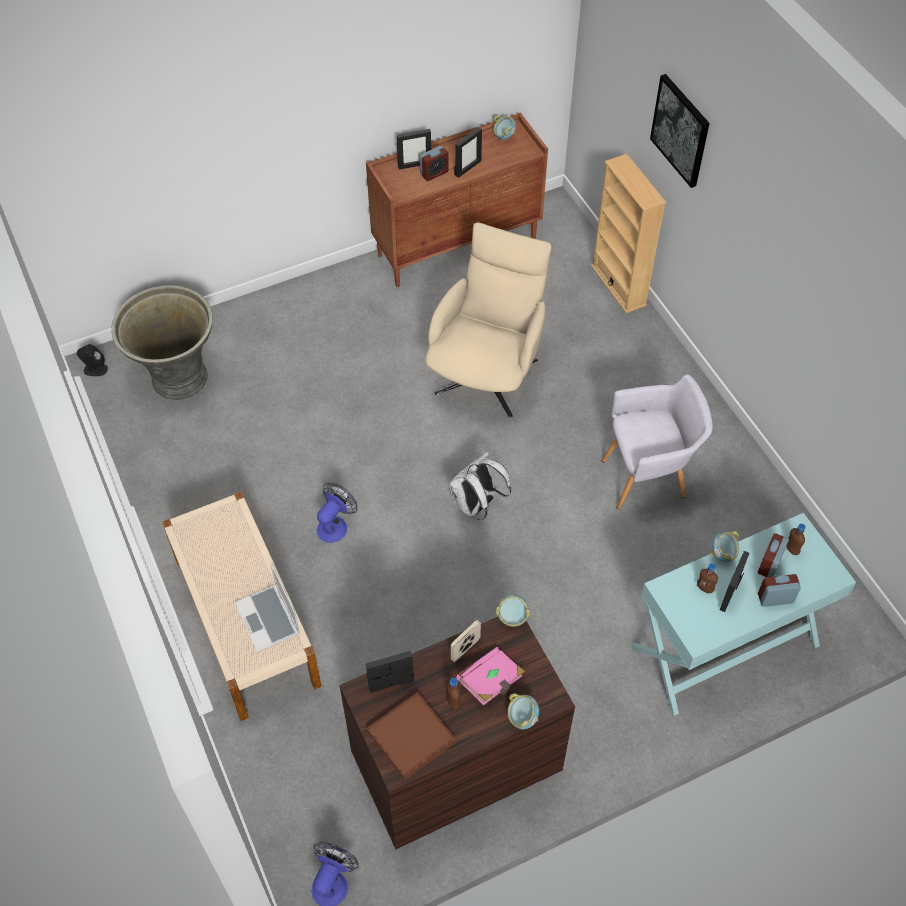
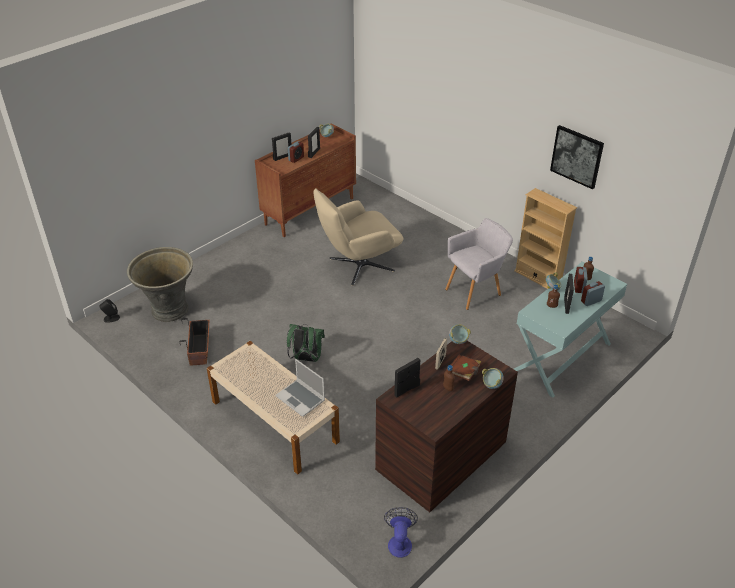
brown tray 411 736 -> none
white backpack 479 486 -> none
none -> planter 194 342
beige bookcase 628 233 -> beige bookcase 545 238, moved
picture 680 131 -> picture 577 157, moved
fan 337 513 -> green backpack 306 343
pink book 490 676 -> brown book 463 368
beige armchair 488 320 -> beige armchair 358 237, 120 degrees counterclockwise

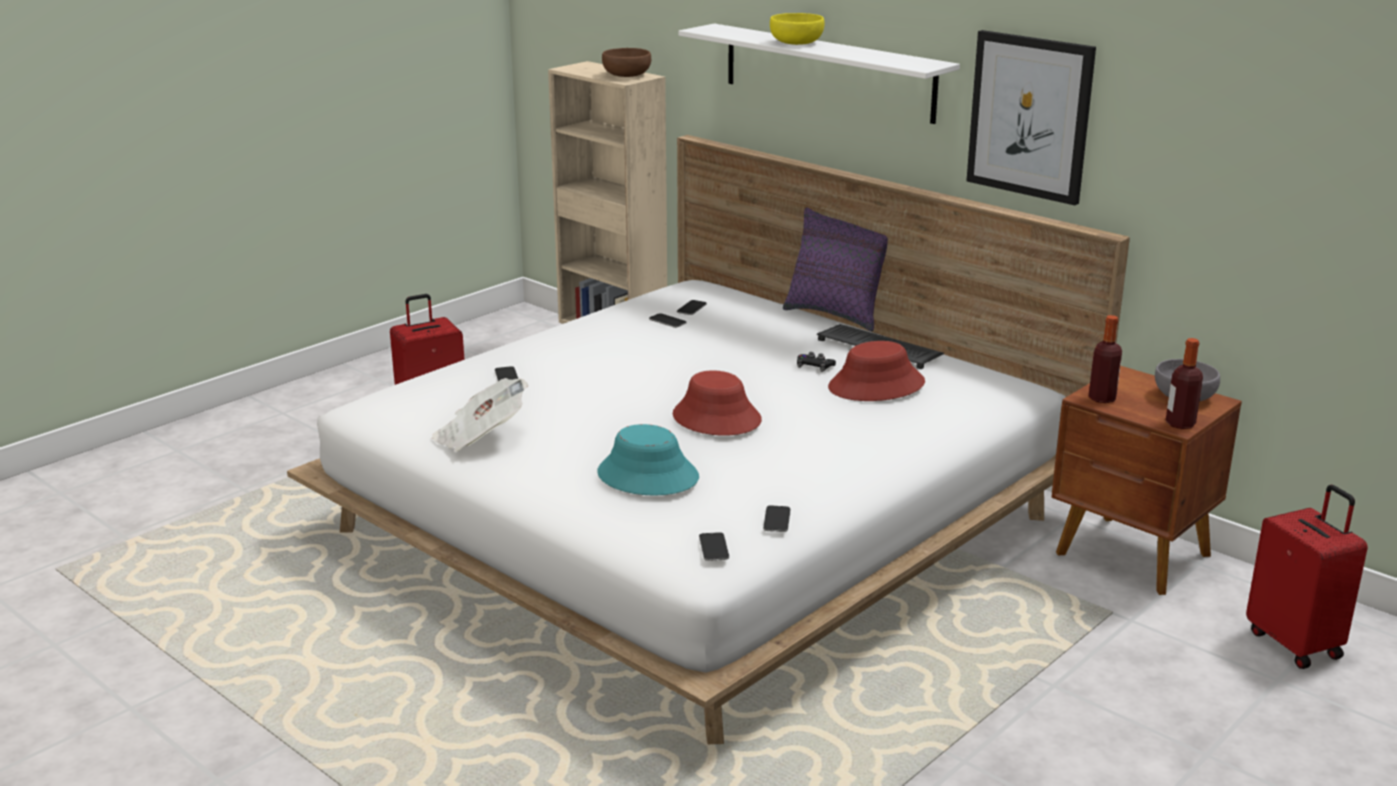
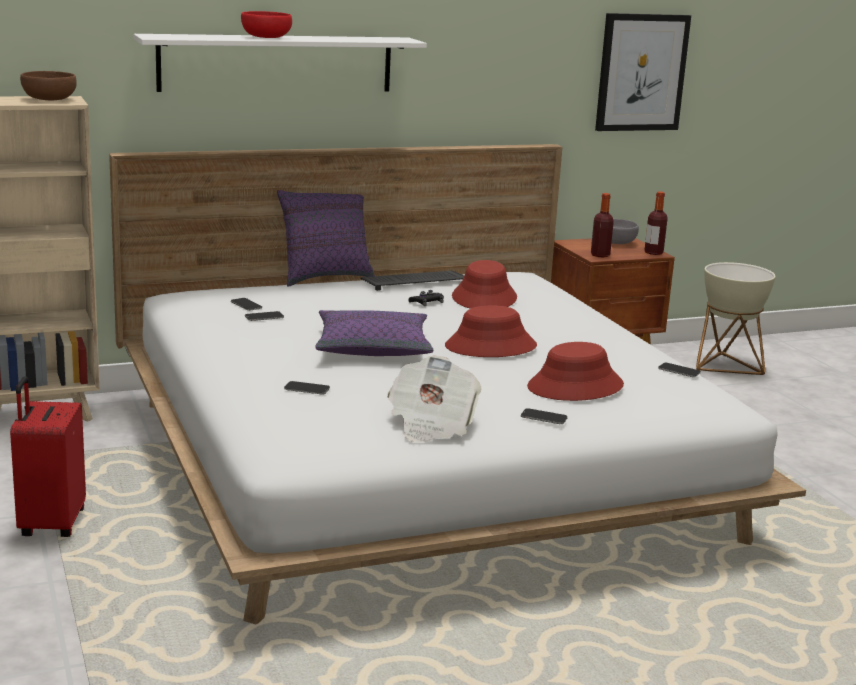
none -> purple pillow 374 333
phone 714 546 -> phone 544 416, moved
picture 1031 117 -> picture 643 72, moved
red suitcase 1307 577 -> planter 736 318
turquoise hat 648 460 -> red hat 575 371
yellow bowl 797 29 -> red bowl 266 24

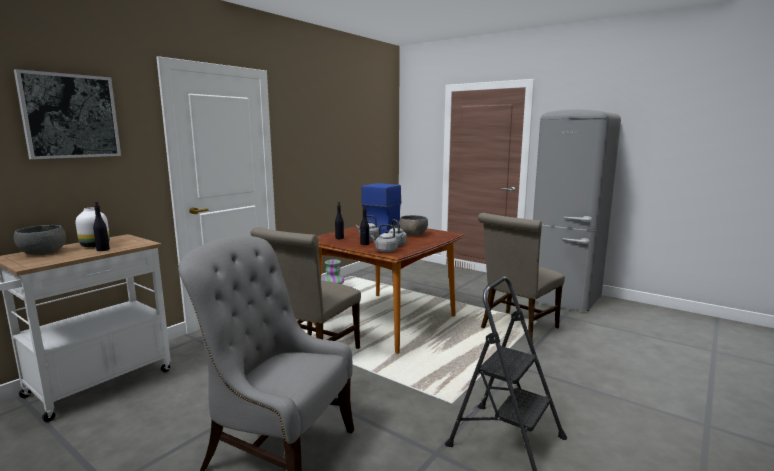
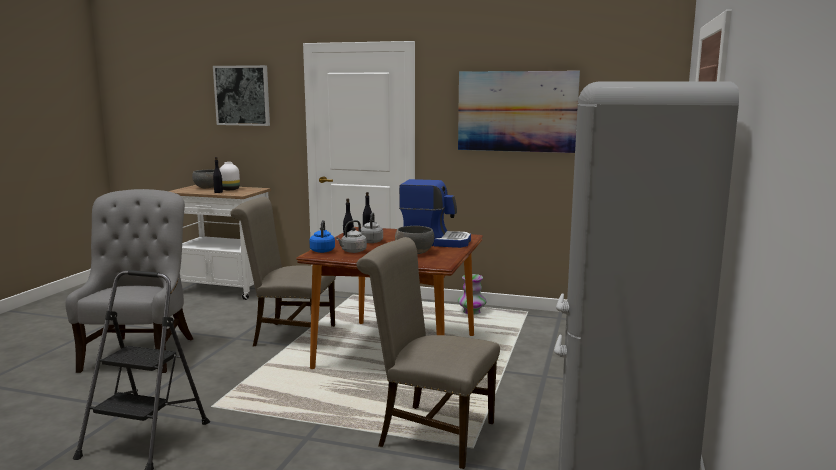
none -> picture 519 112
grey kettle 384 238 -> blue kettle 322 236

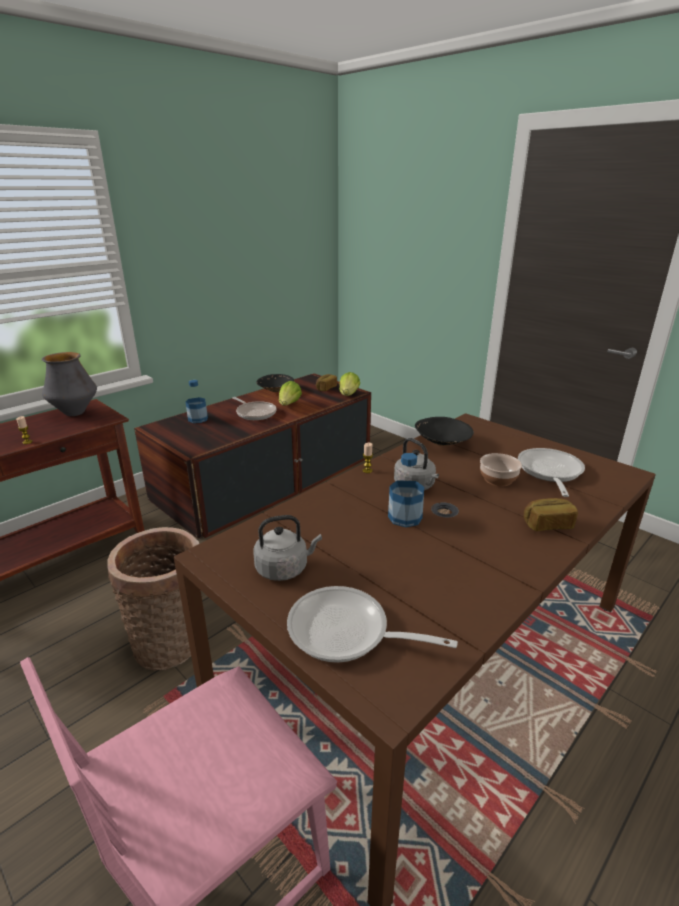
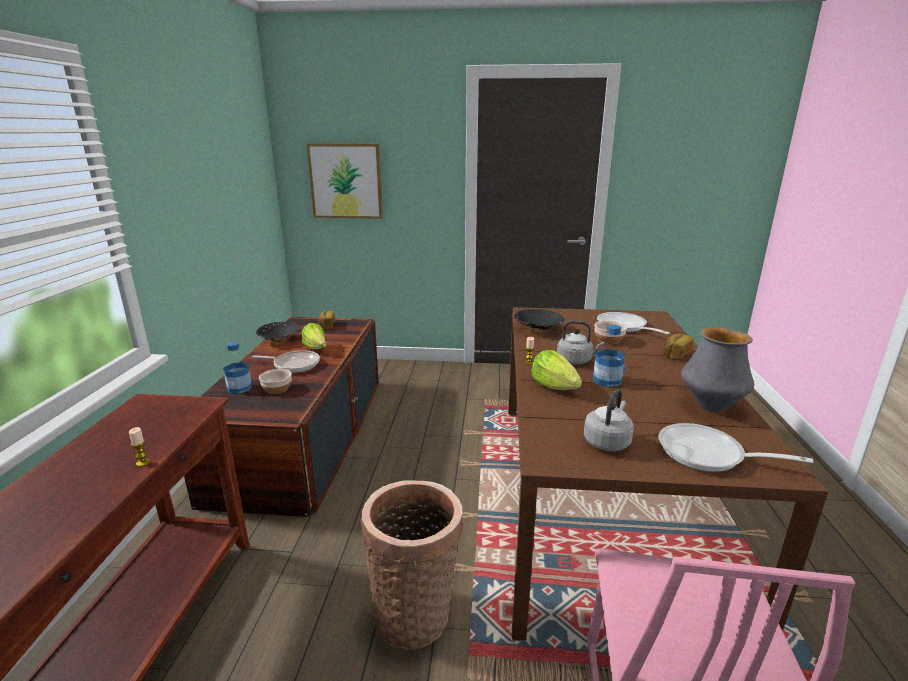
none -> bowl 275 381
none -> picture 345 181
vase 69 384 -> vase 717 370, moved
lettuce 349 384 -> lettuce 556 370, moved
frying pan 372 624 -> frying pan 736 447, 45 degrees clockwise

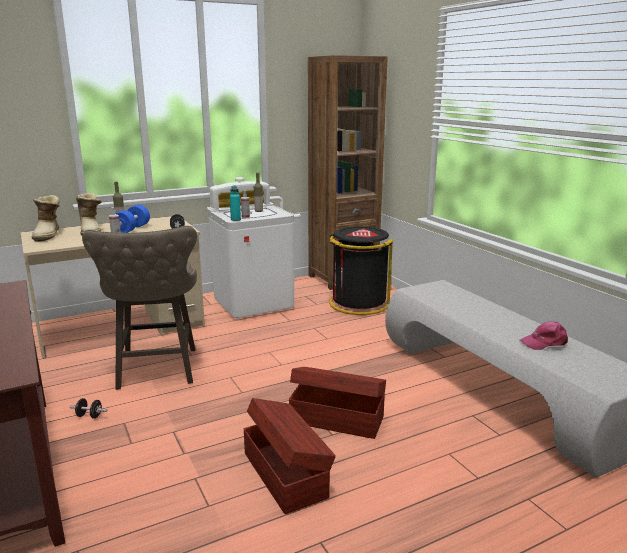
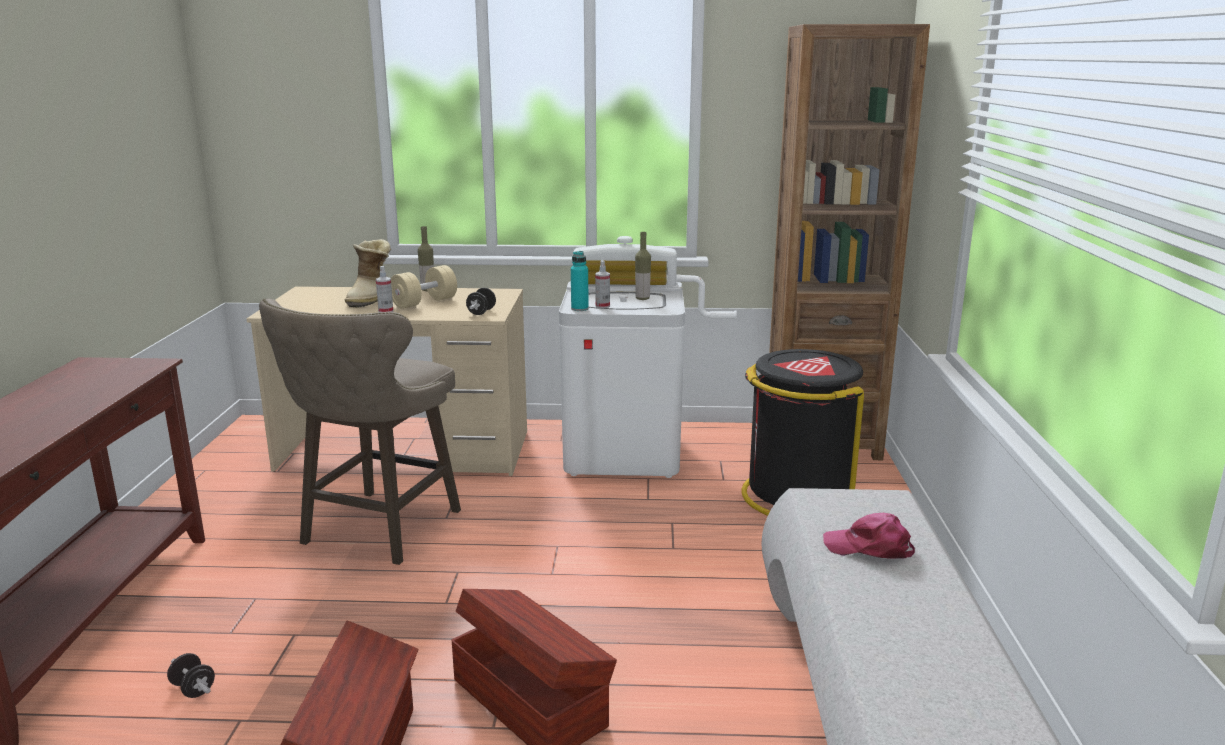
boot 45 218 -> none
black dumbbell 88 408 -> black dumbbell 191 675, moved
pink cap 544 335 -> pink cap 869 535, moved
blue dumbbell 133 219 -> beige dumbbell 424 287

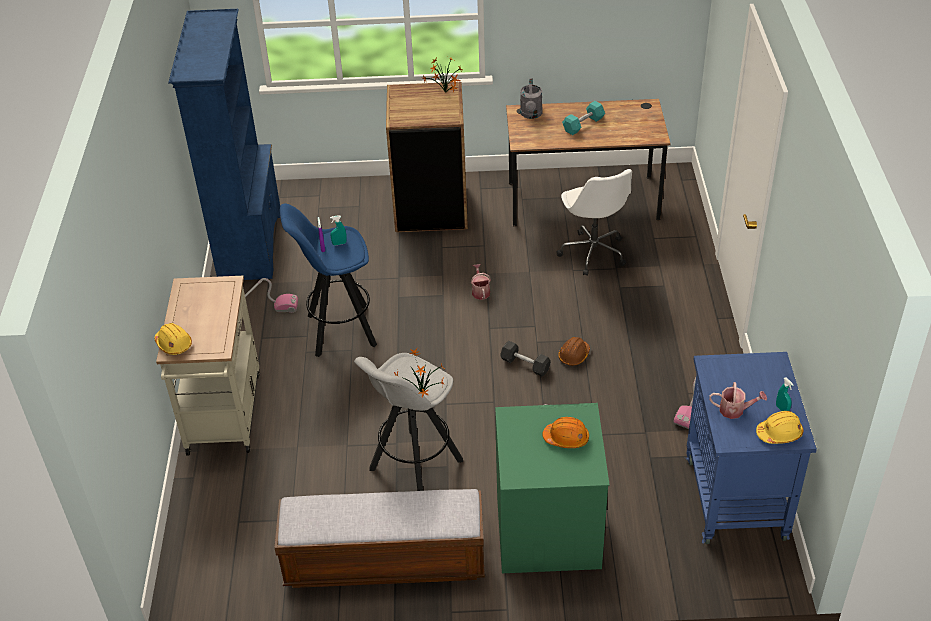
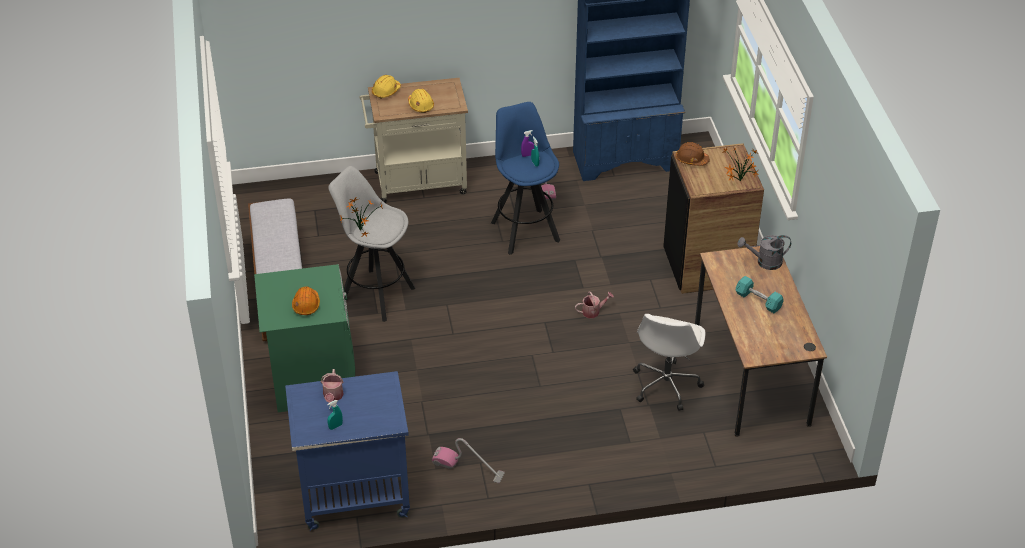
grey dumbbell 526 359 -> none
brown hard hat 574 351 -> brown hard hat 693 154, moved
yellow hard hat 779 427 -> yellow hard hat 421 101, moved
white office chair 594 222 -> white office chair 669 362, 45 degrees counterclockwise

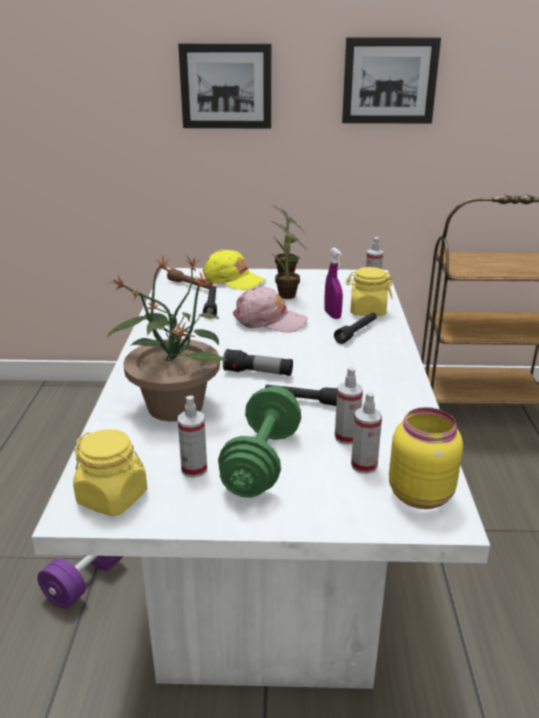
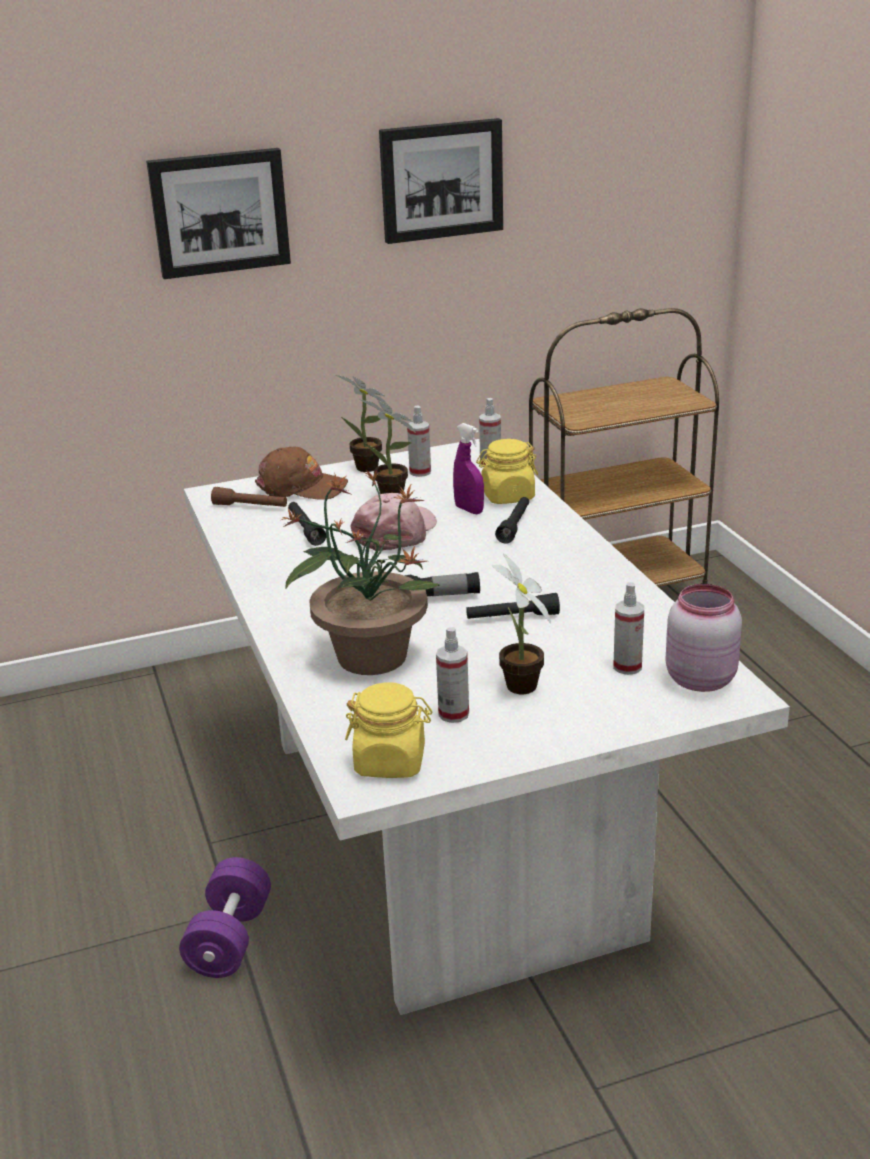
spray bottle 349 406 -> spray bottle 419 441, moved
green dumbbell 259 442 -> potted plant 521 624
yellow cap 233 269 -> brown cap 301 473
yellow jar 426 458 -> pink jar 703 638
pink cap 270 309 -> pink cap 394 522, 60 degrees counterclockwise

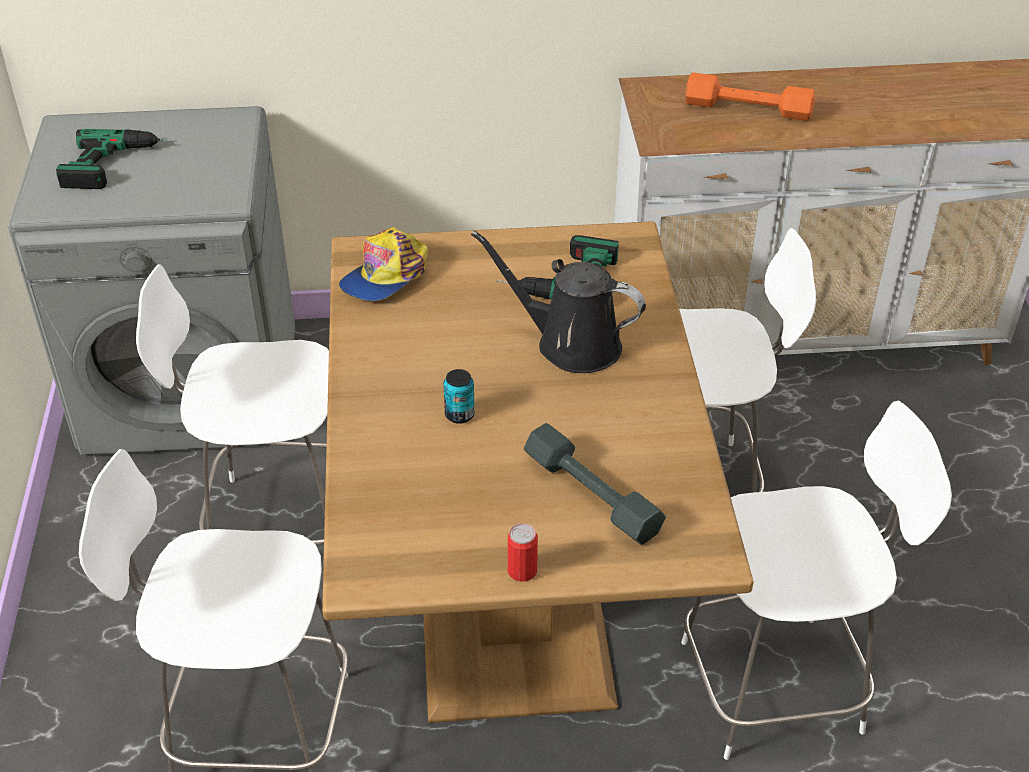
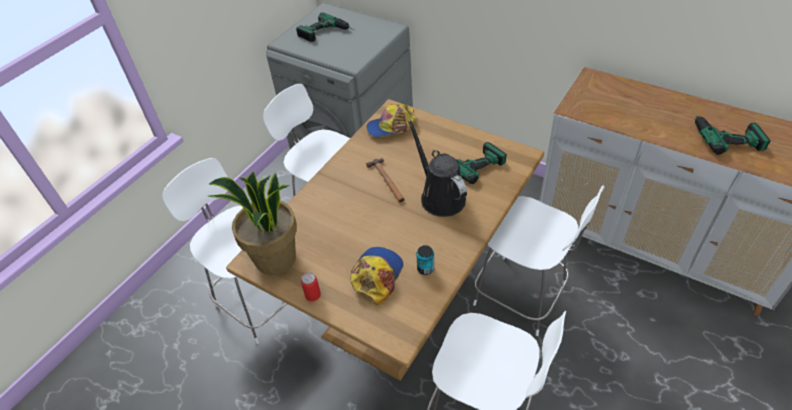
orange dumbbell 750 97 -> none
none -> potted plant 253 223
none -> hammer 385 180
none -> power drill 731 132
can 459 396 -> can 425 260, moved
grey dumbbell 595 484 -> cap 376 276

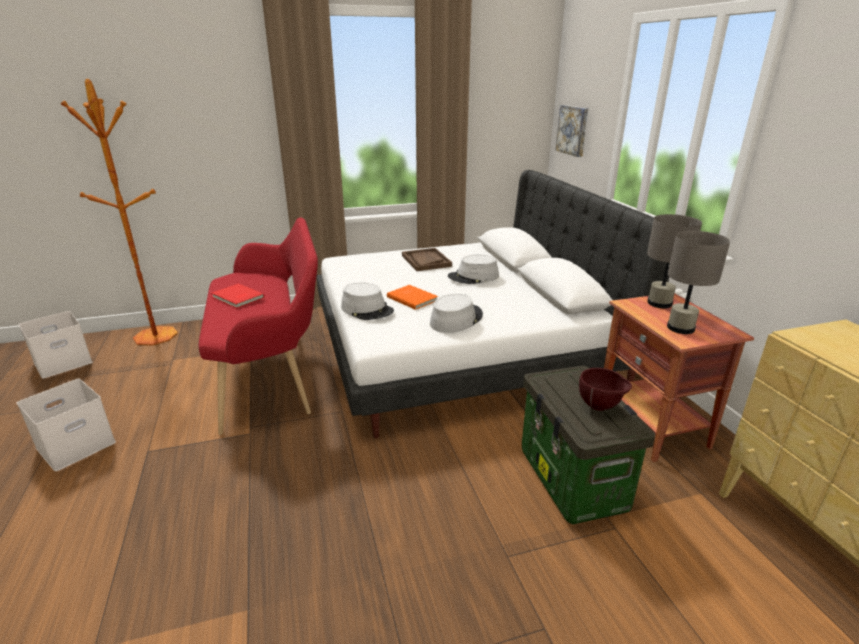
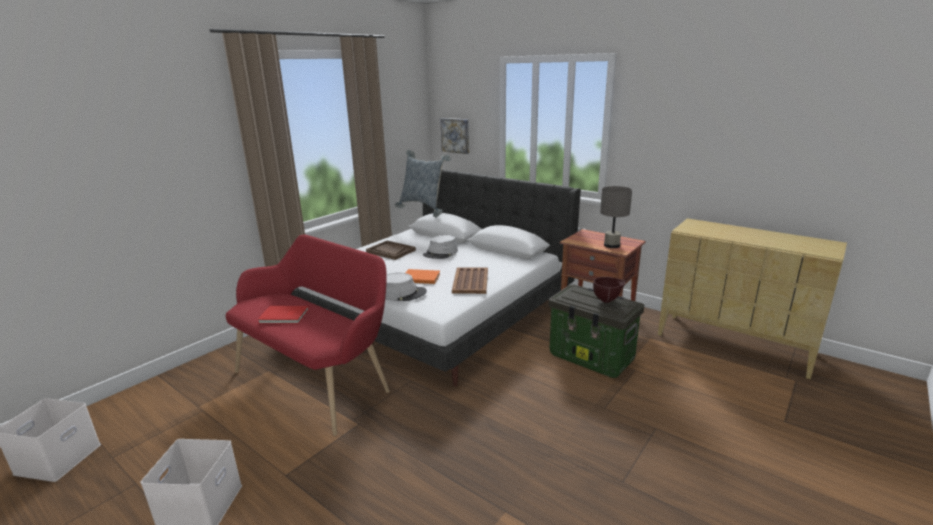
orange clothes rack 119 212 -> none
grey table lamp 674 261 -> none
none -> pillow 422 184
grey hat 456 313 -> brown tray 470 280

